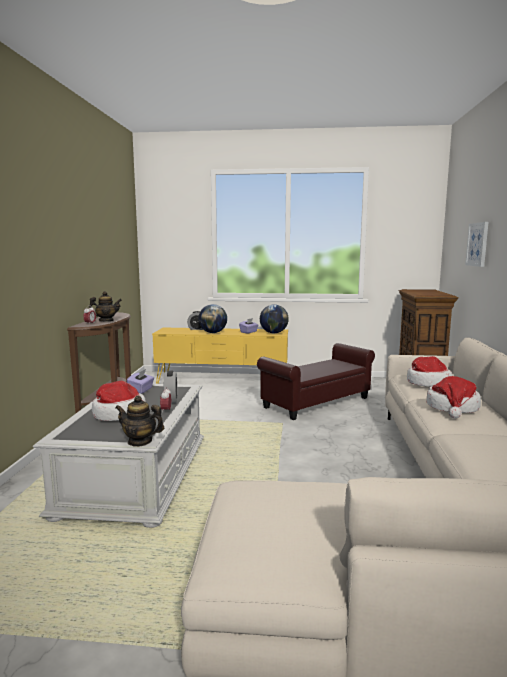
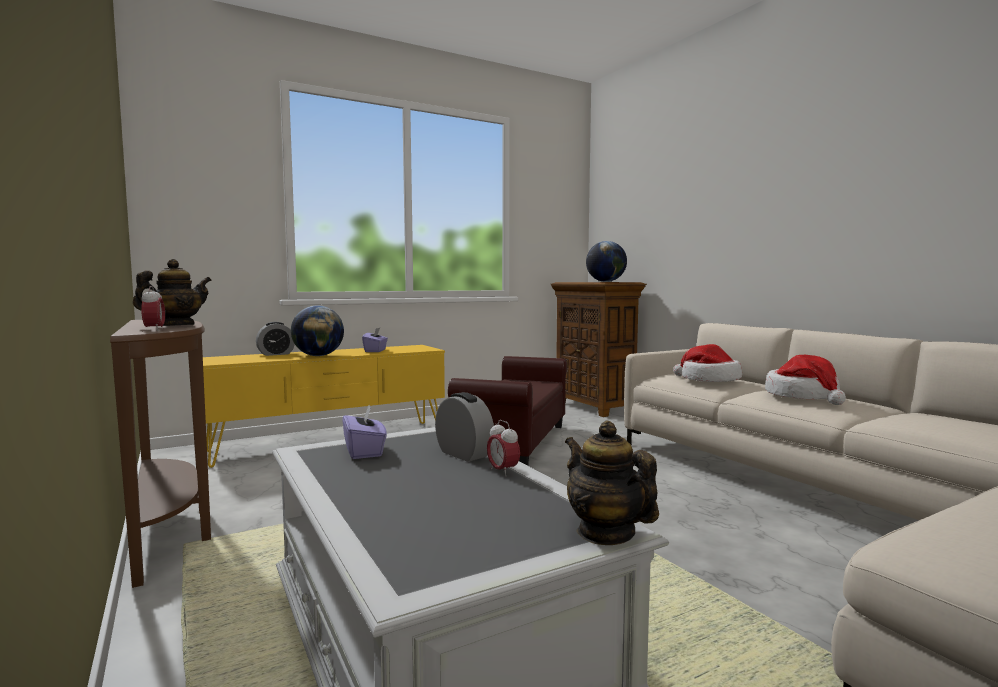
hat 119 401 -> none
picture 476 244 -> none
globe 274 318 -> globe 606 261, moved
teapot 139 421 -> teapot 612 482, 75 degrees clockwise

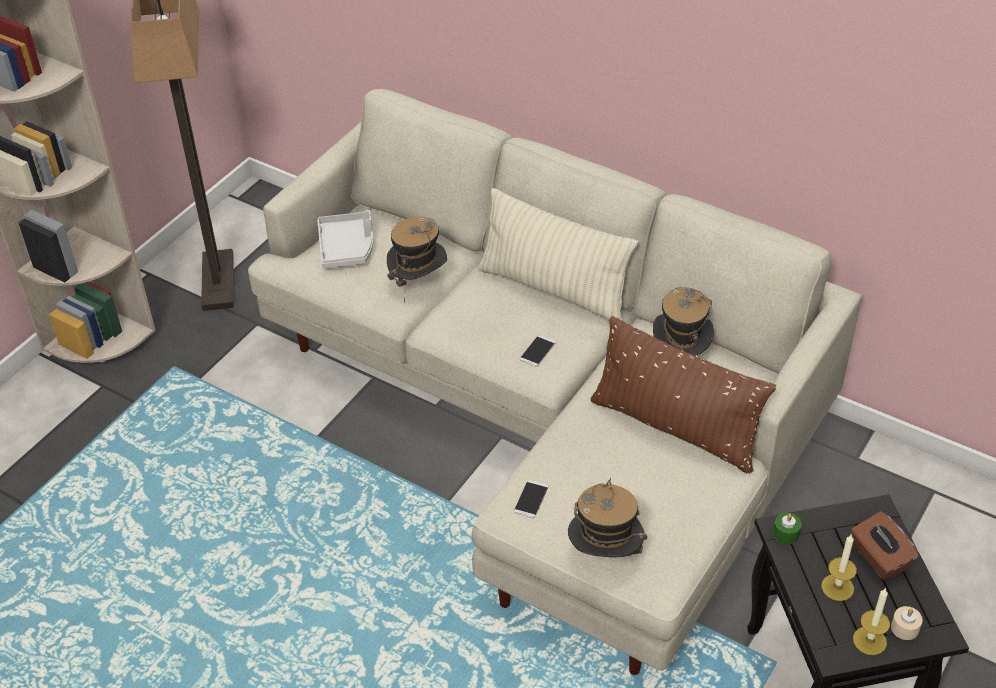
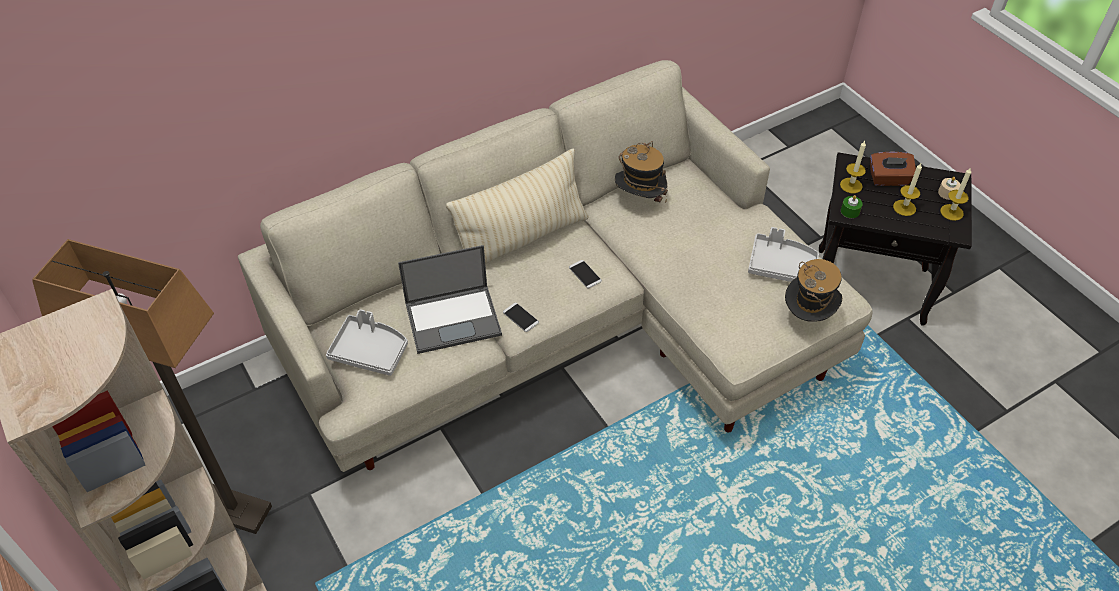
brown pillow 683 395 -> none
none -> grey tray 783 254
none -> candle 853 167
phone 531 499 -> phone 521 317, moved
hat 417 260 -> laptop 450 299

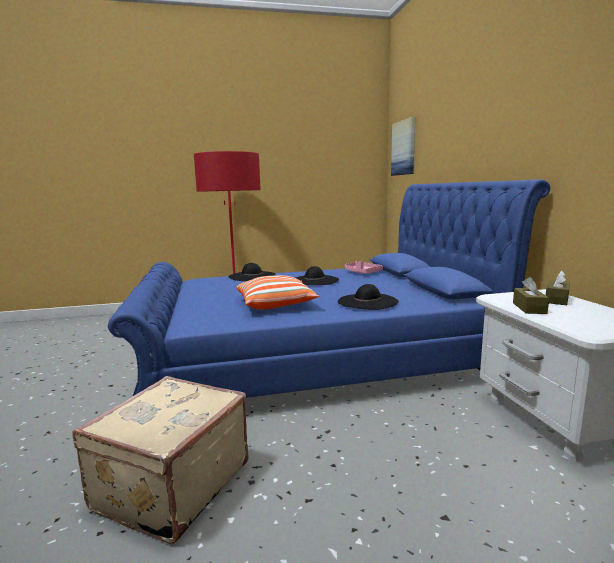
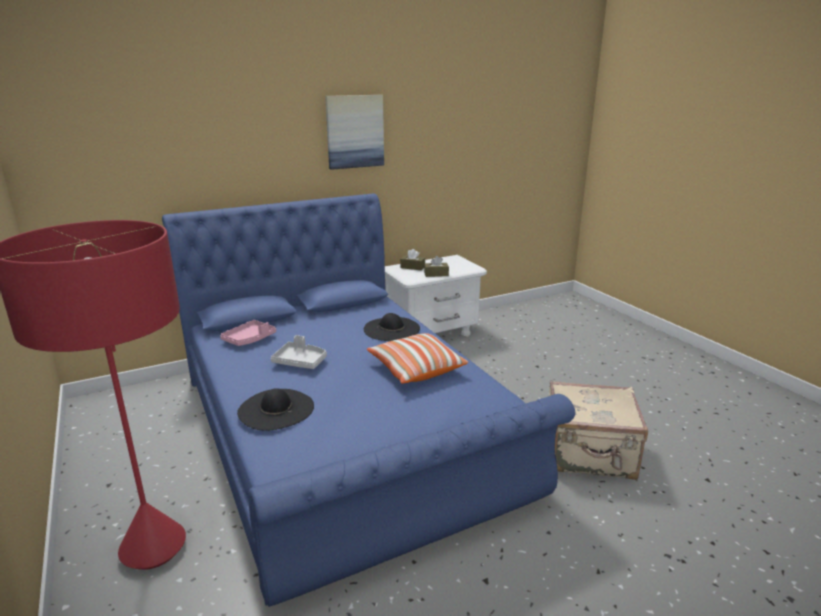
picture 403 146 -> picture 354 132, moved
black hat 317 275 -> grey tray 299 352

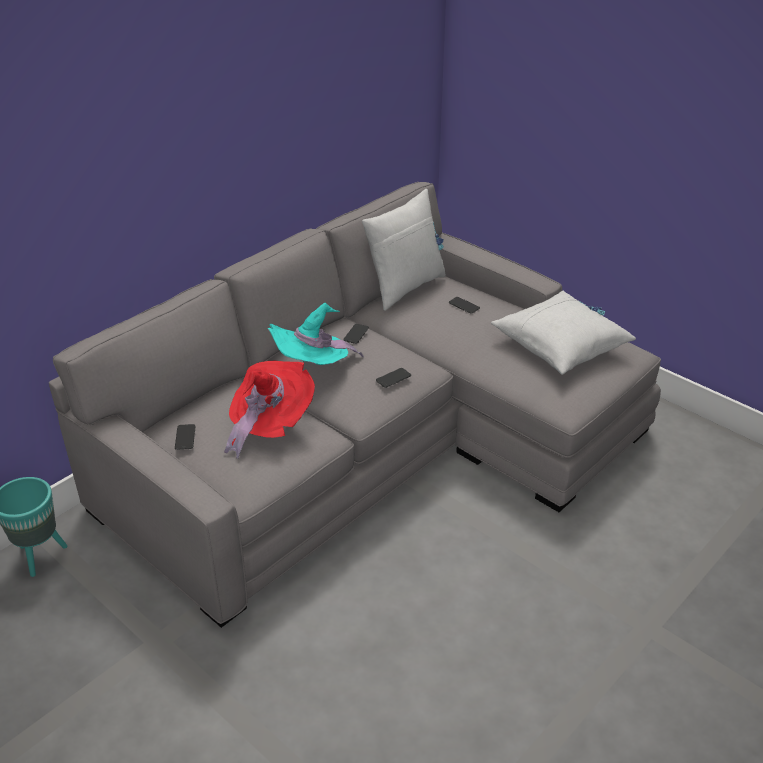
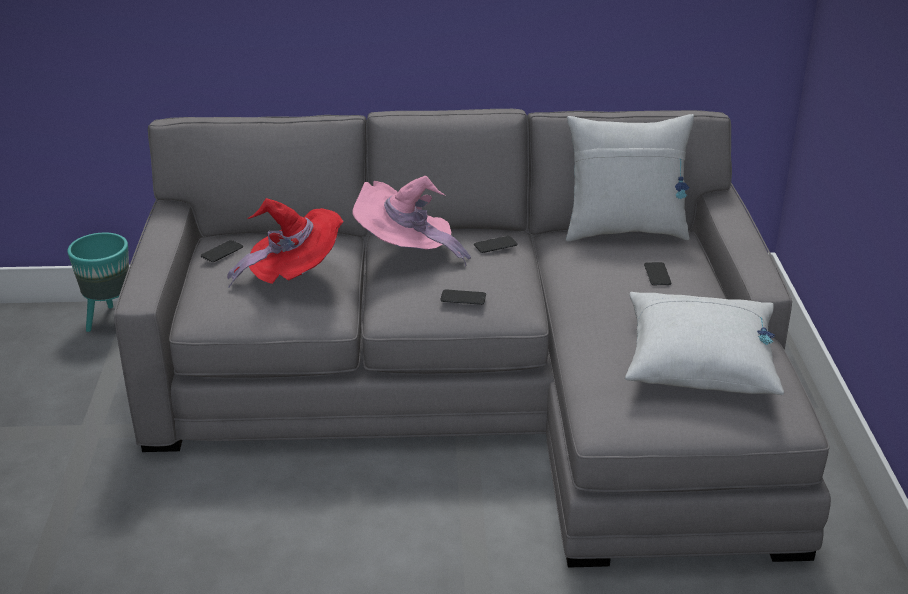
turquoise hat 316 334 -> pink hat 411 221

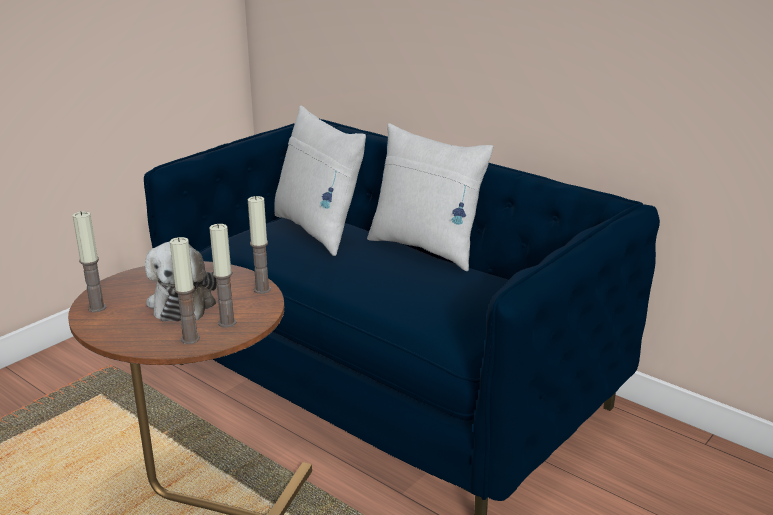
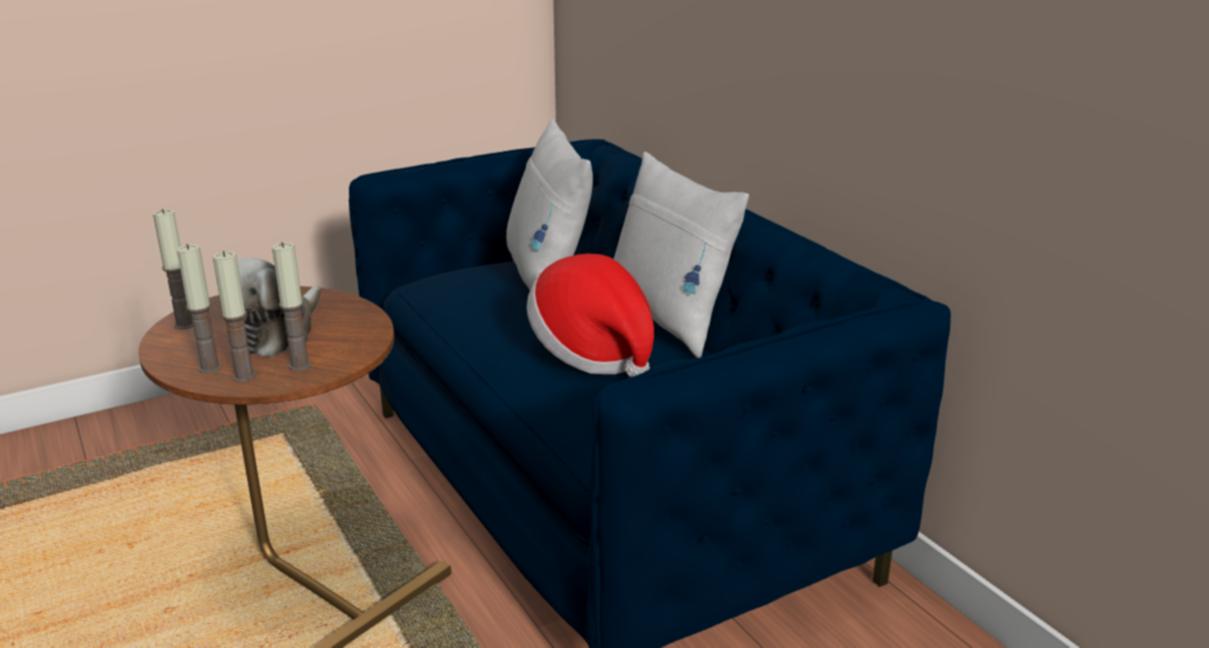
none -> hat 590 315
candle 259 245 -> candle 199 308, moved

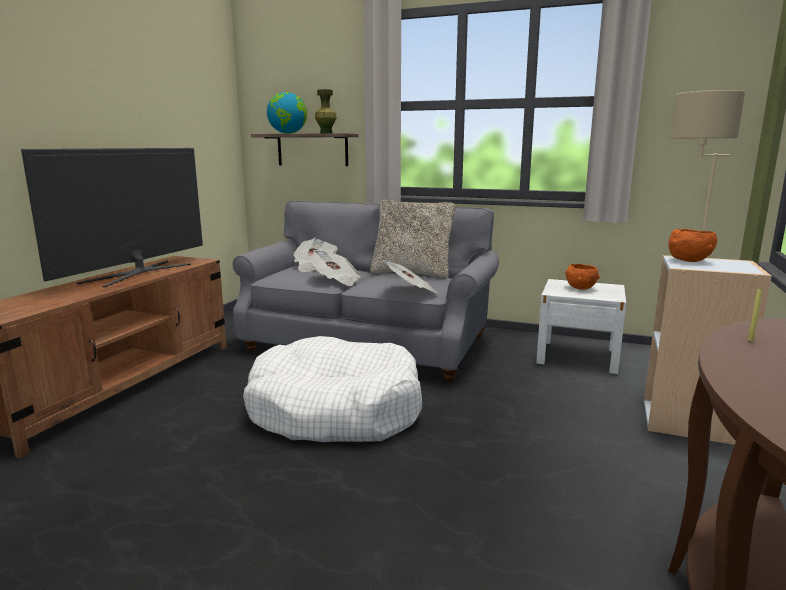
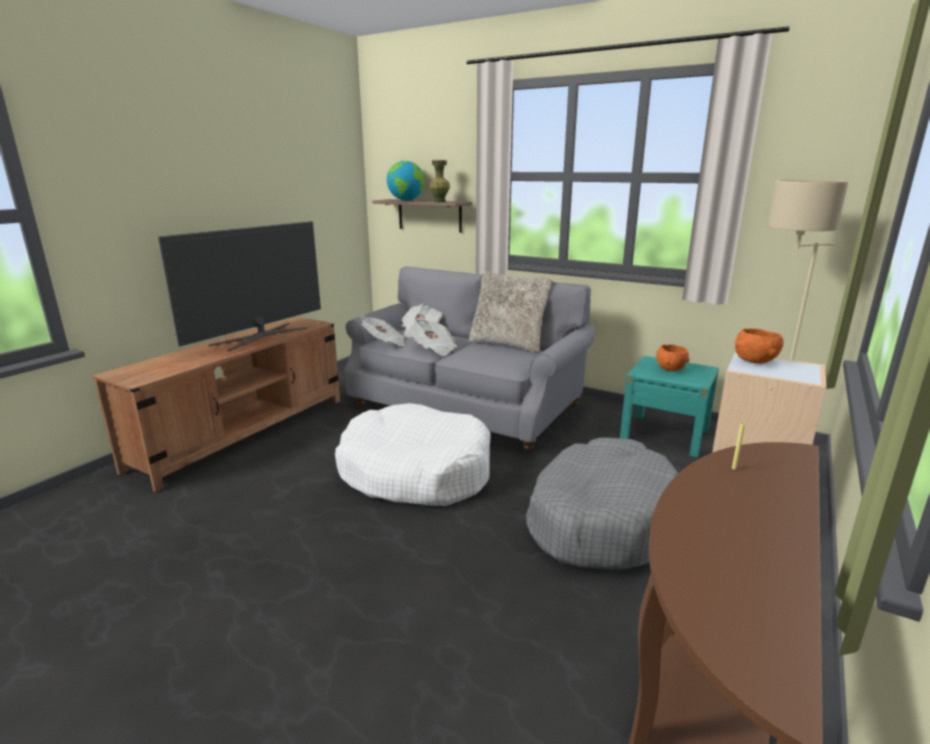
none -> grey dog bed 602 503
newspaper 409 276 -> newspaper 382 331, moved
white nightstand 581 326 -> turquoise nightstand 669 406

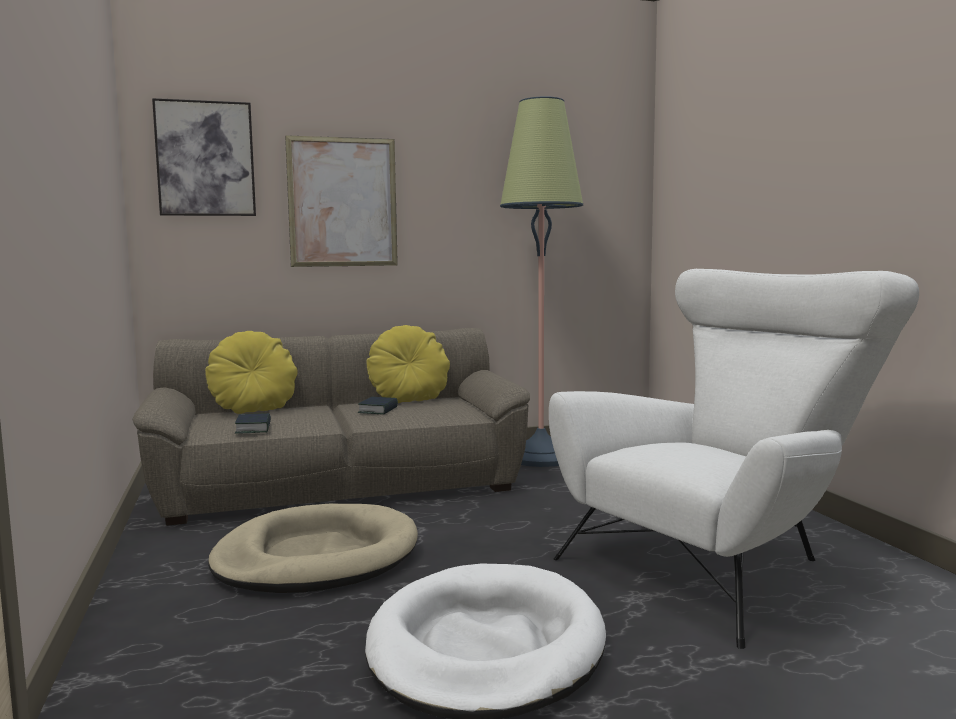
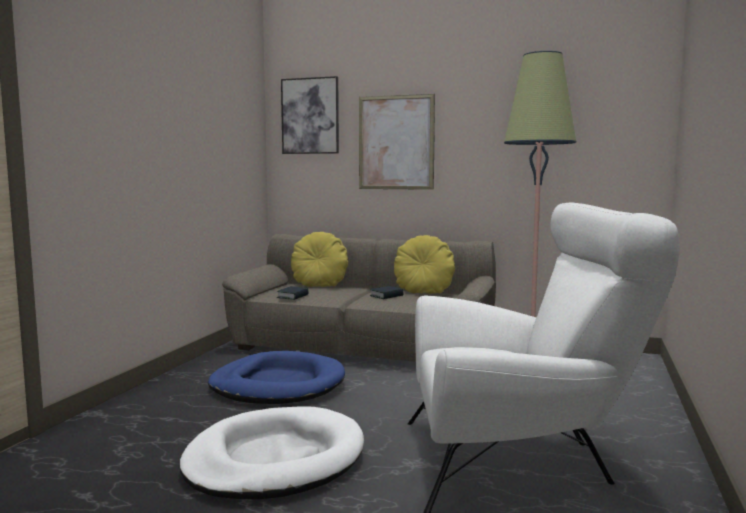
beige dog bed 313 548 -> blue dog bed 276 377

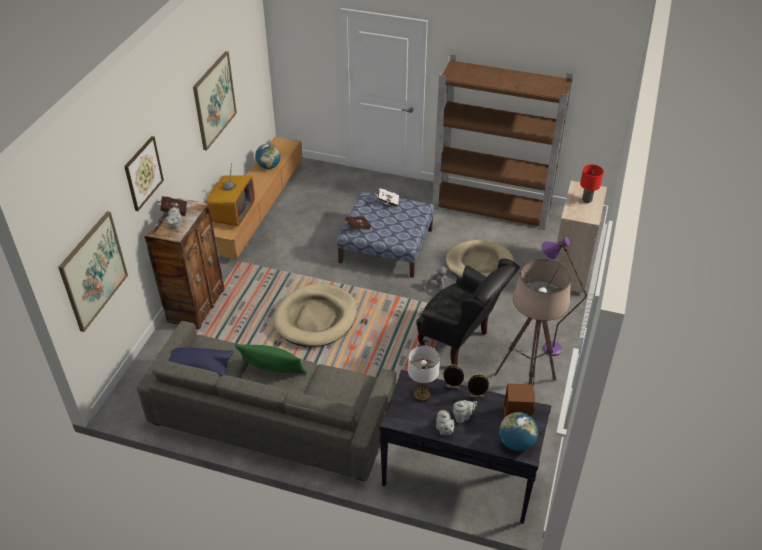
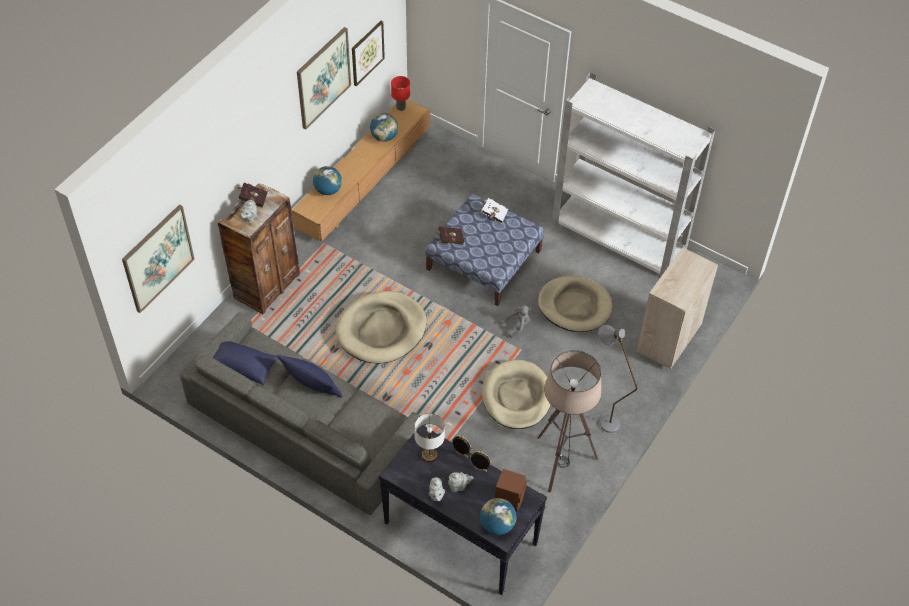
picture 144 173 -> picture 368 53, moved
red table lamp 592 183 -> red table lamp 400 93, moved
television 230 195 -> globe 327 180
black armchair 468 311 -> beige dog bed 516 394
green pillow 271 359 -> blue pillow 309 376
brown bookcase 503 142 -> white bookcase 634 174
purple floor lamp 564 296 -> grey floor lamp 617 379

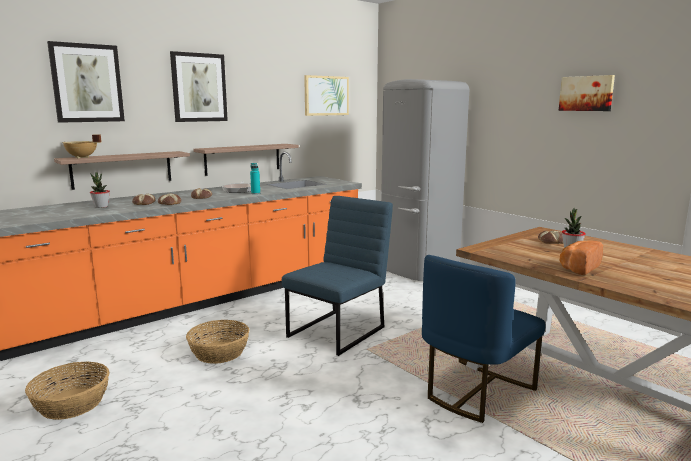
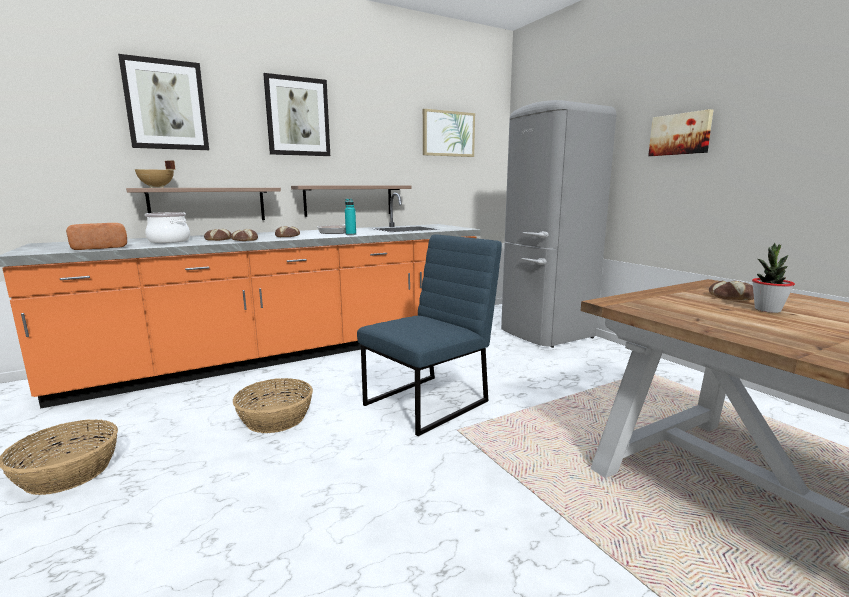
blue chair 484 339 -> none
picture 586 93 -> picture 681 132, moved
bread 581 258 -> bread 96 236, moved
potted plant 100 190 -> cooking pot 167 227

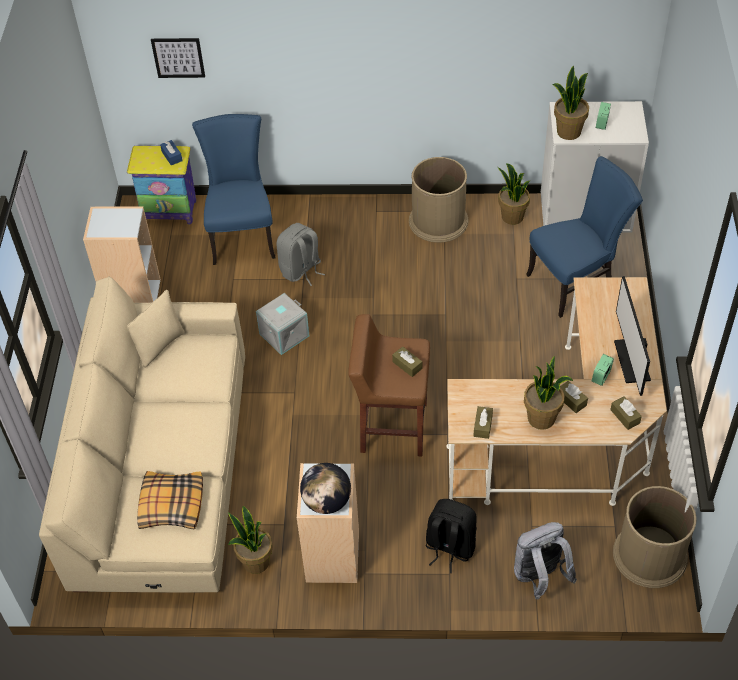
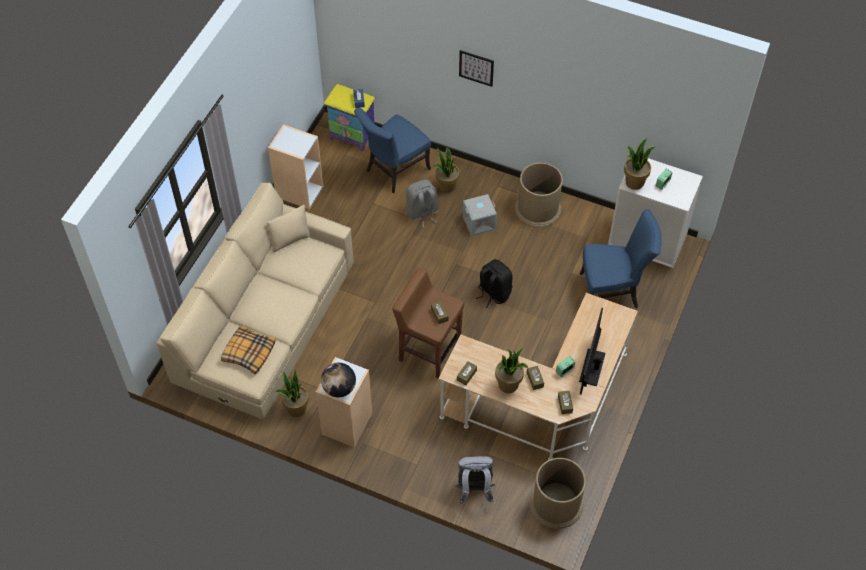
picture 178 58 -> picture 476 68, moved
grey storage box 282 324 -> grey storage box 480 215, moved
black backpack 451 536 -> black backpack 494 283, moved
potted plant 514 194 -> potted plant 446 170, moved
blue chair 233 189 -> blue chair 392 150, 150 degrees counterclockwise

